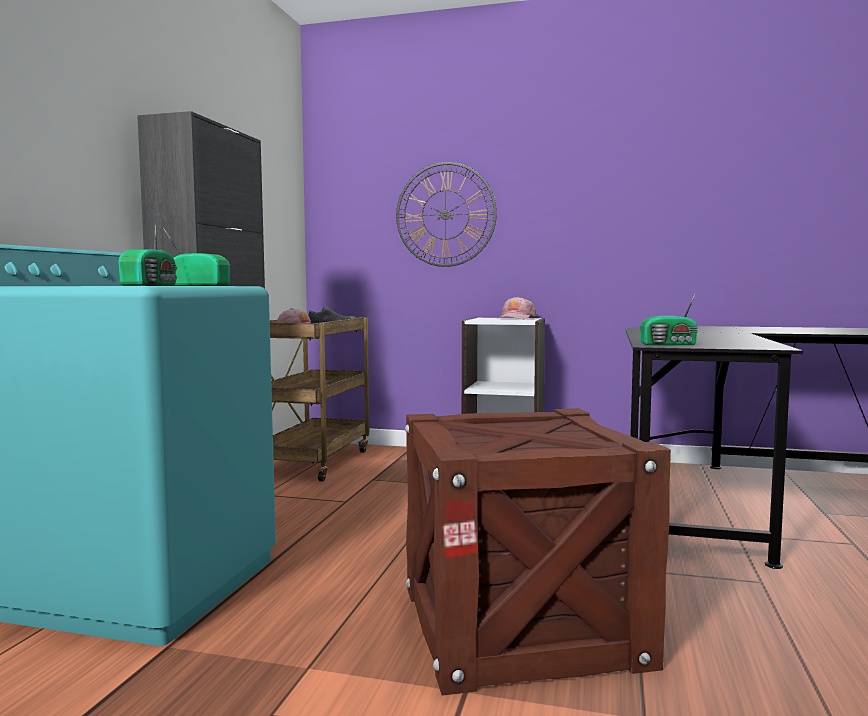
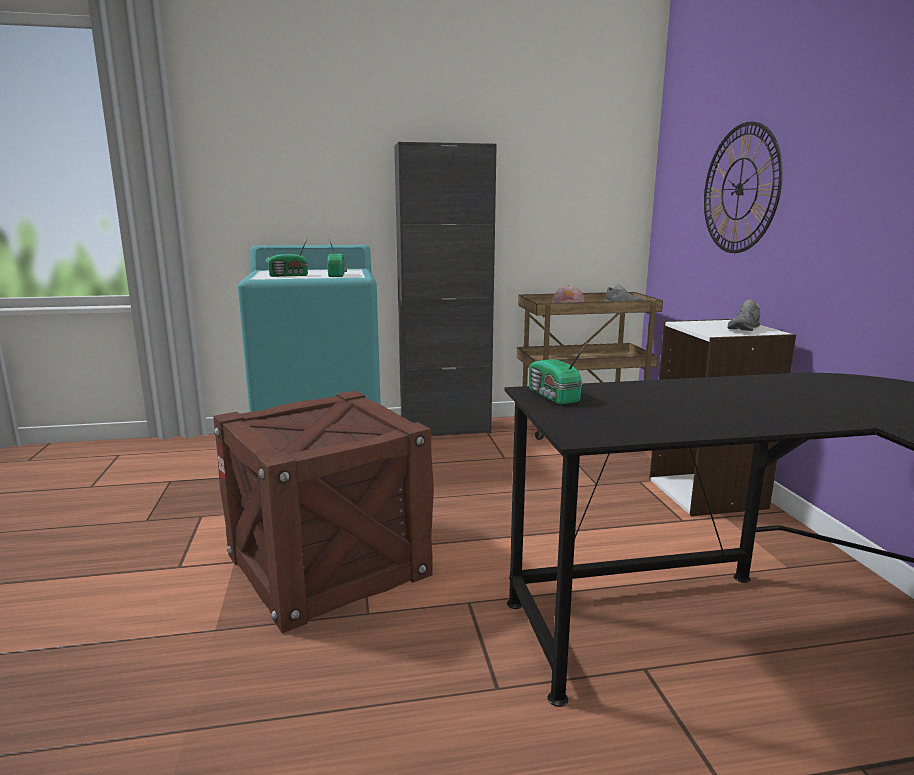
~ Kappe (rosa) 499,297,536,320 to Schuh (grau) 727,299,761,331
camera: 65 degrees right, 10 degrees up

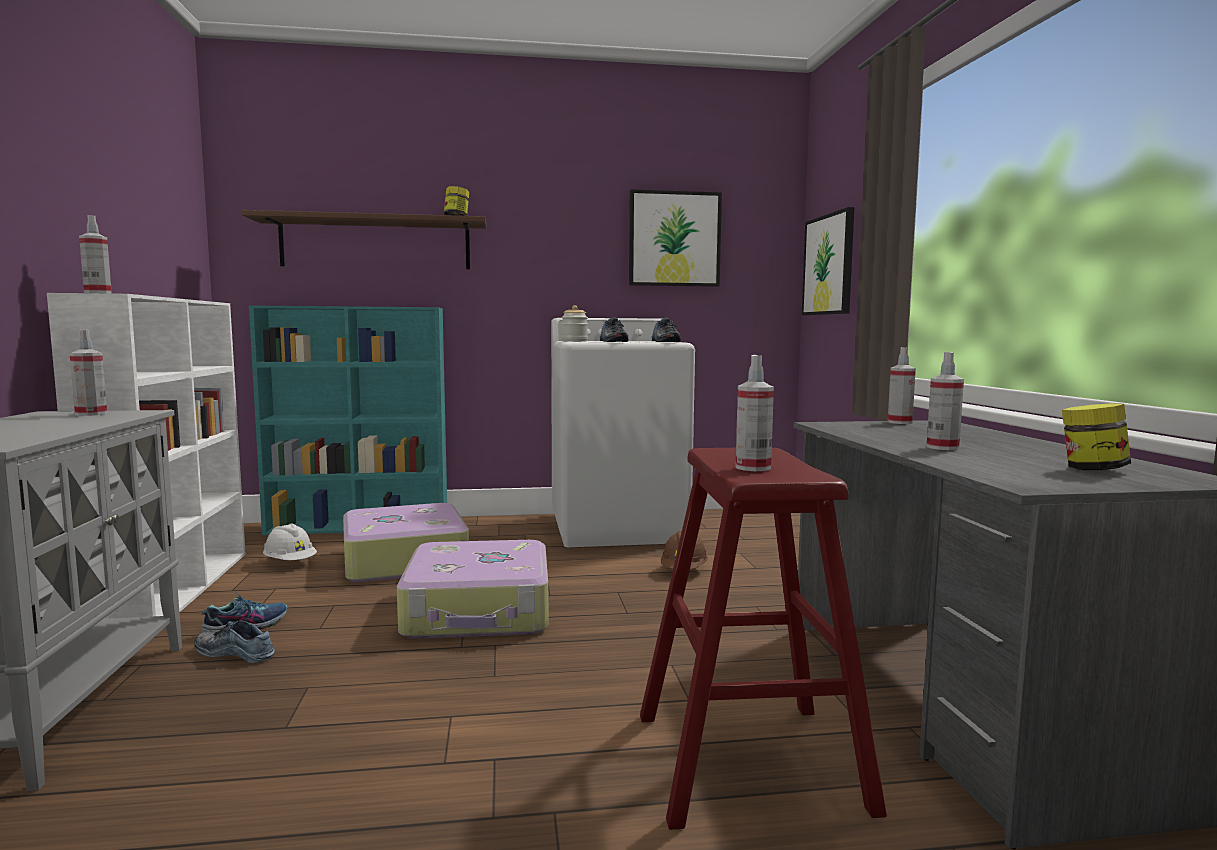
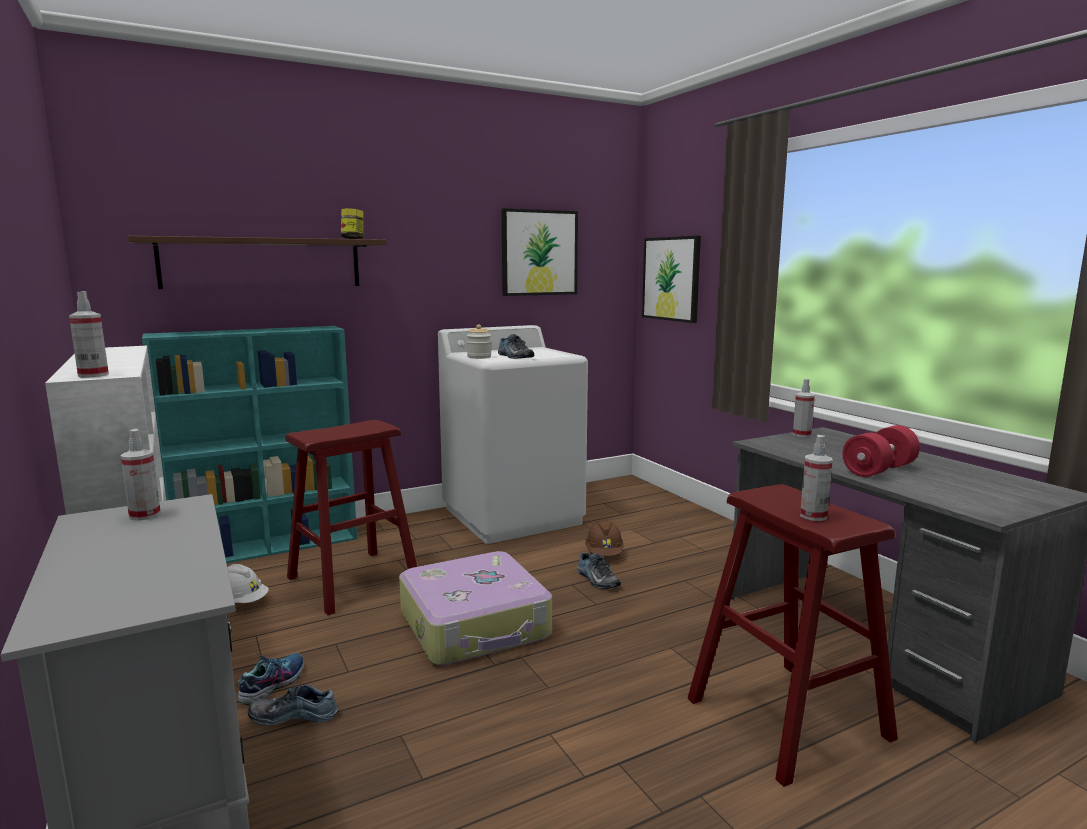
~ Koffer 343,503,469,582 to Hocker (rot) 285,420,417,615
~ Schuh 652,318,681,342 to 577,552,621,589
~ Sprühflasche 926,352,964,450 to Hantel (rot) 843,425,920,477
- Vorratsglas 1062,403,1131,470
camera: 20 degrees left, 5 degrees up

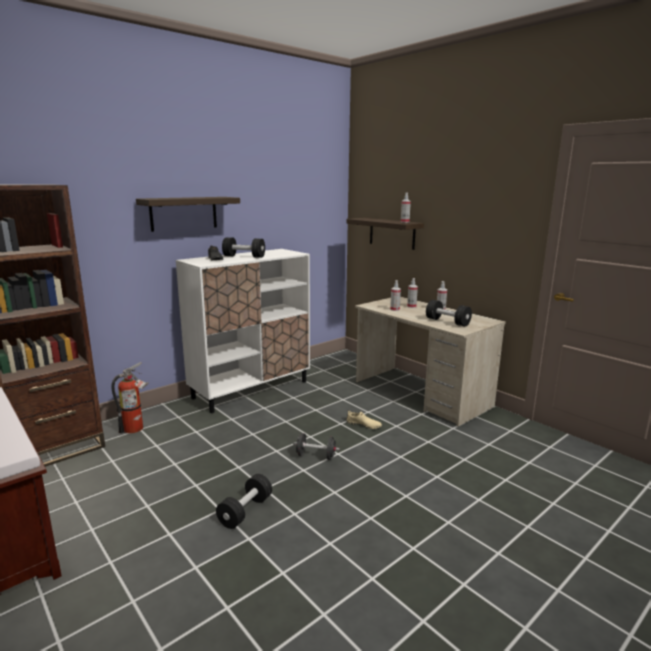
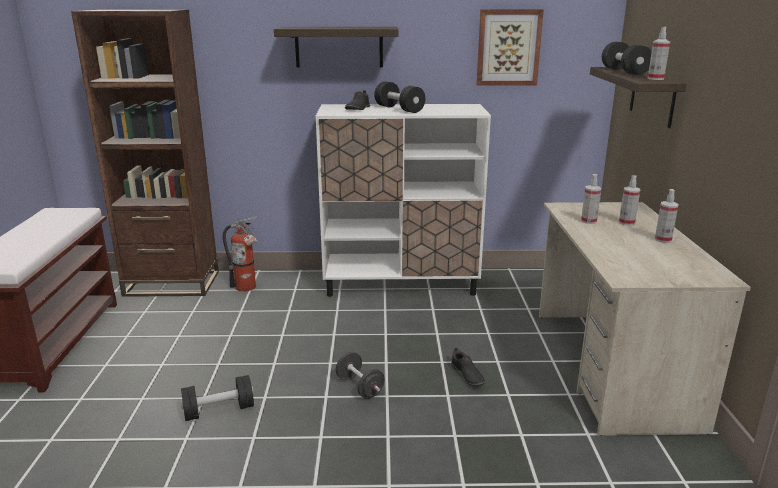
~ Schuh (beige) 346,410,382,429 to Schuh (schwarz) 451,348,485,387
~ Hantel (schwarz) 426,300,472,326 to 602,42,652,75
+ Bild 477,9,544,86
camera: 40 degrees right, 5 degrees up

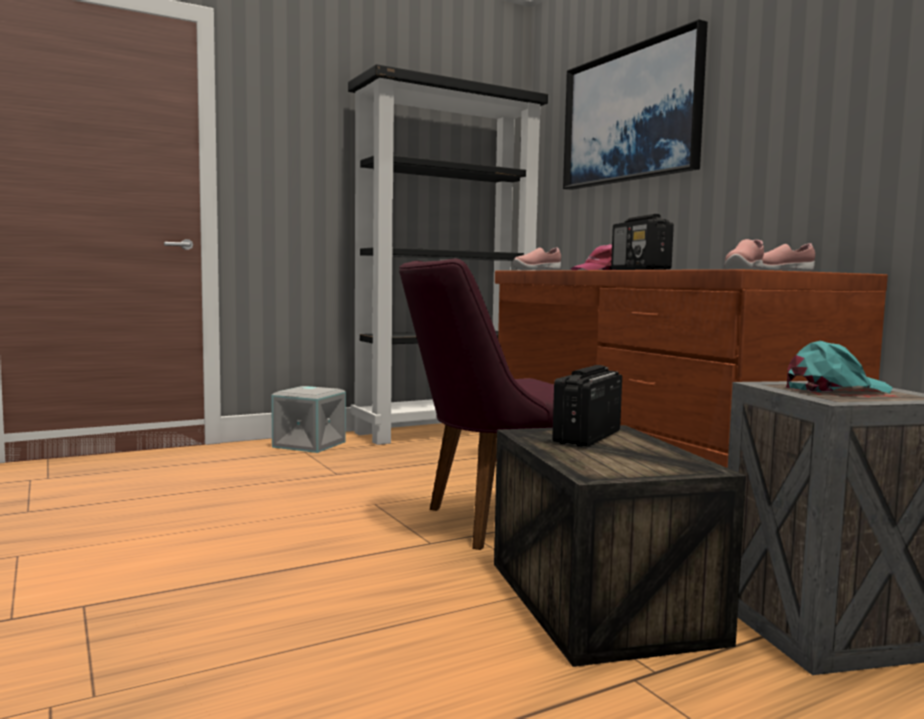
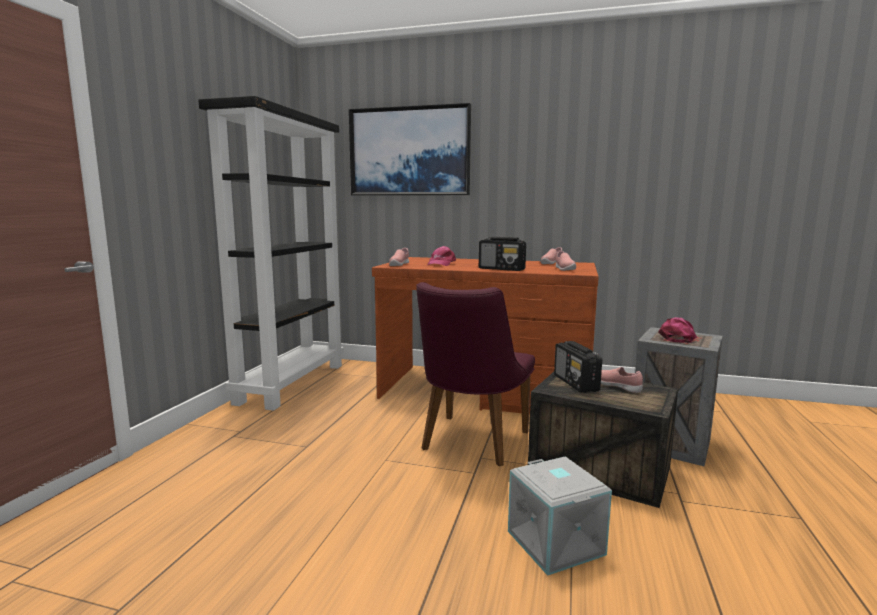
~ Aufbewahrungsbox (grau) 271,386,346,453 to 508,456,612,576
~ Kappe (türkis) 786,341,893,393 to Kappe (rosa) 658,317,697,343
+ Schuh (rosa) 601,367,643,393
camera: 45 degrees left, 5 degrees up

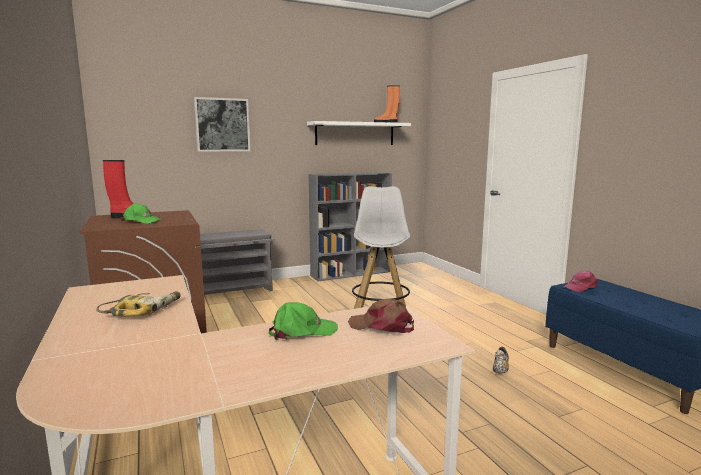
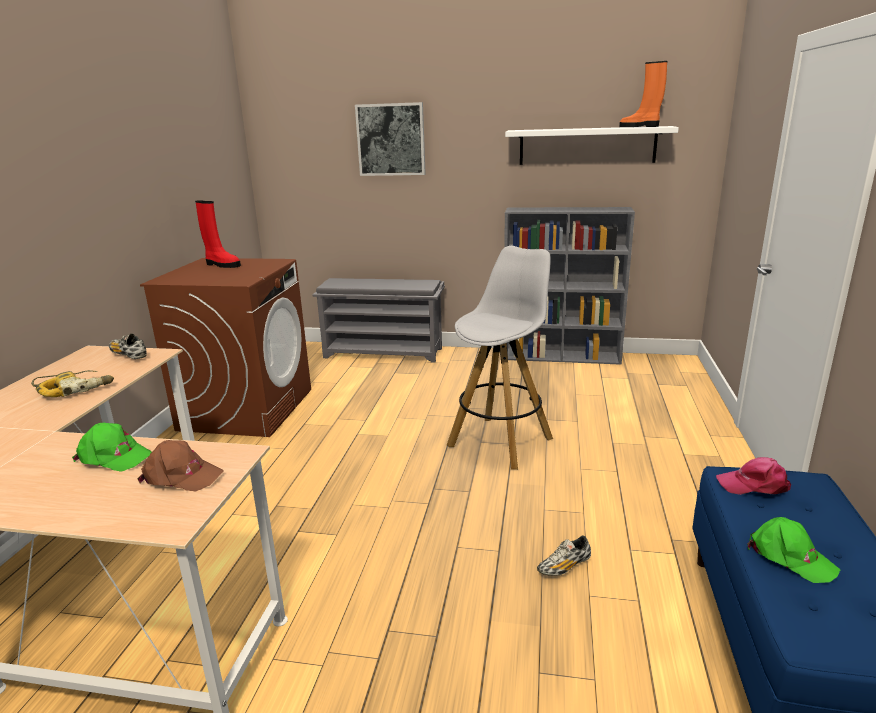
~ Kappe (grün) 121,203,162,224 to 747,517,841,583
~ Kappe (braun) 348,299,414,333 = 138,440,224,492 135 degrees clockwise
+ Schuh 109,333,147,359
camera: 35 degrees right, 10 degrees up

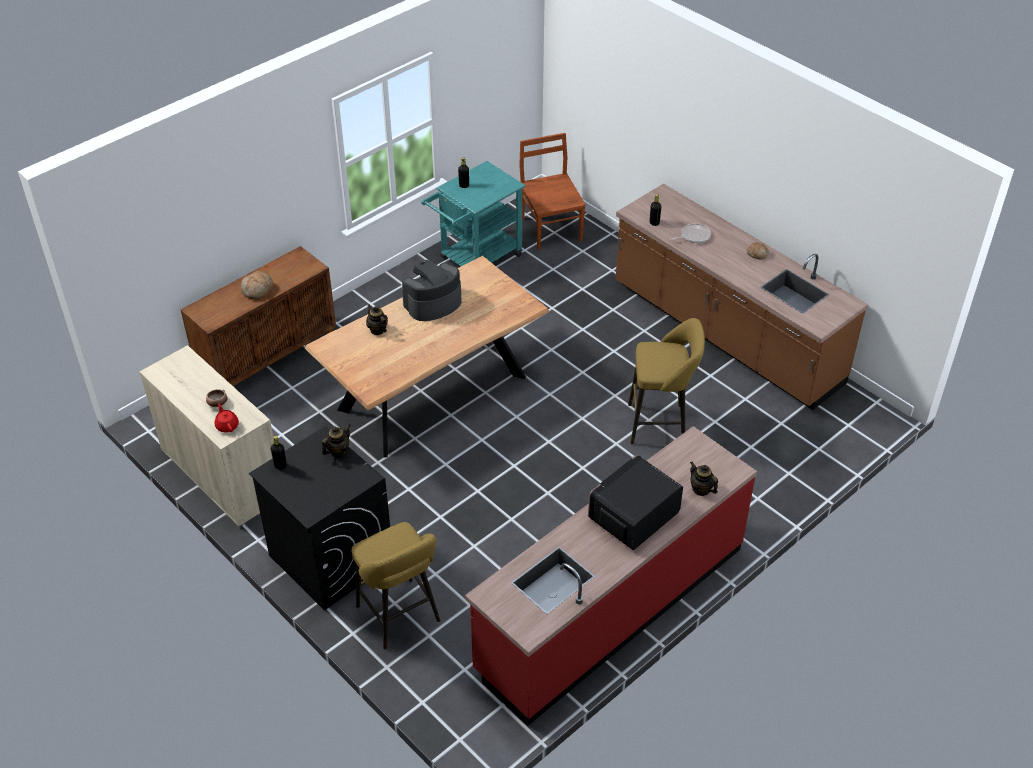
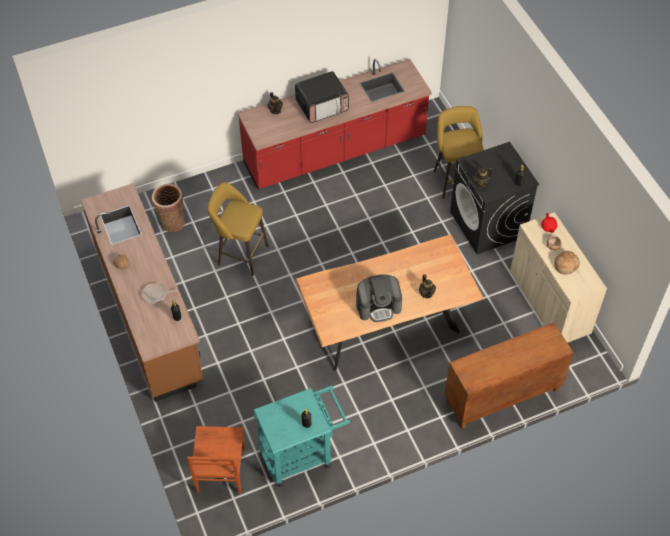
~ Brot 241,271,273,299 to 554,251,580,275
+ Korb 152,184,185,232
camera: 160 degrees left, 10 degrees up

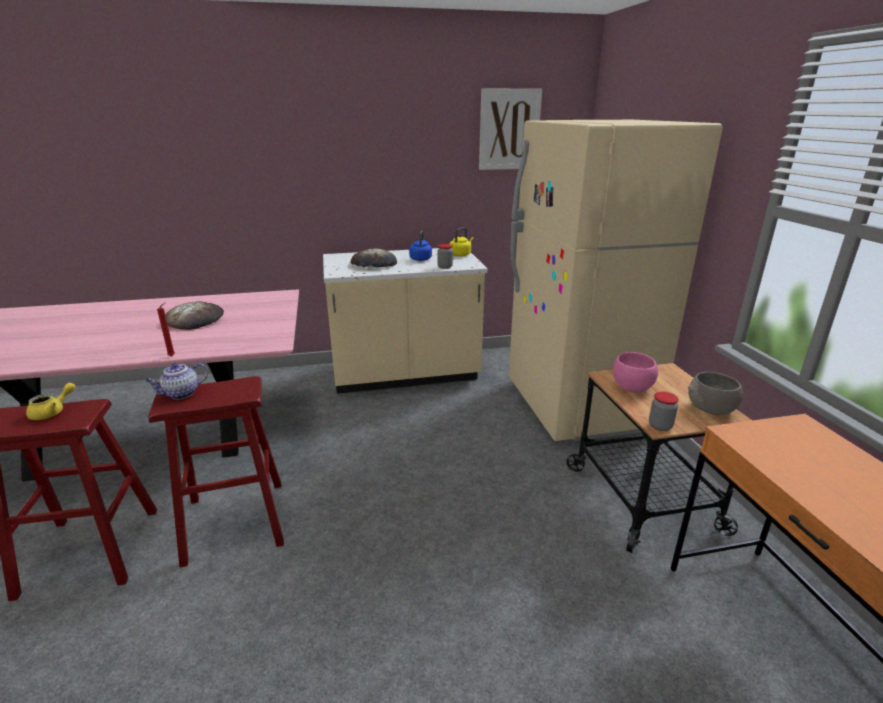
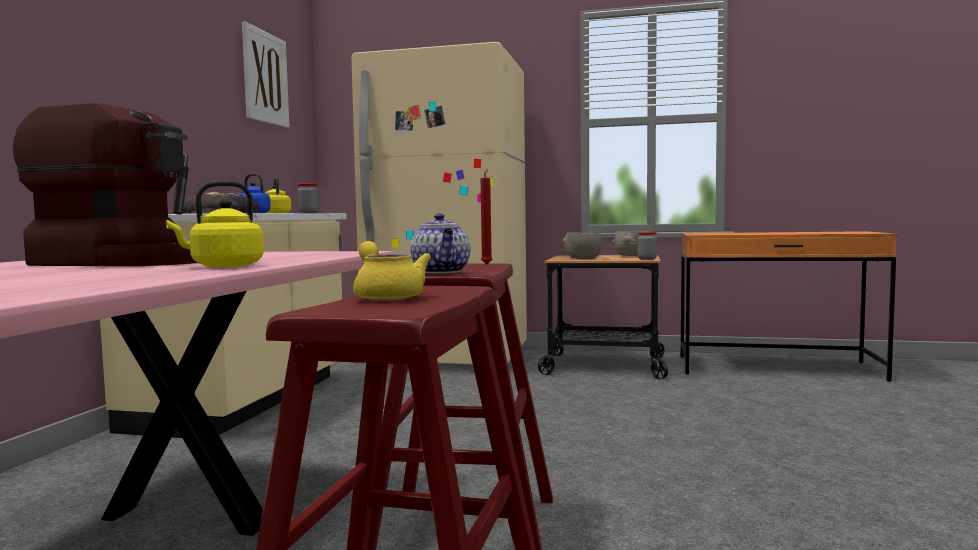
~ Kerze (rot) 157,303,175,356 to 481,169,492,264
~ Brot 165,301,224,330 to Kaffeemaschine 13,103,197,266
~ Schüssel (rosa) 613,352,658,393 to Schüssel (grau) 562,232,603,259
+ Wasserkessel (gelb) 166,181,264,268
camera: 65 degrees left, 20 degrees down

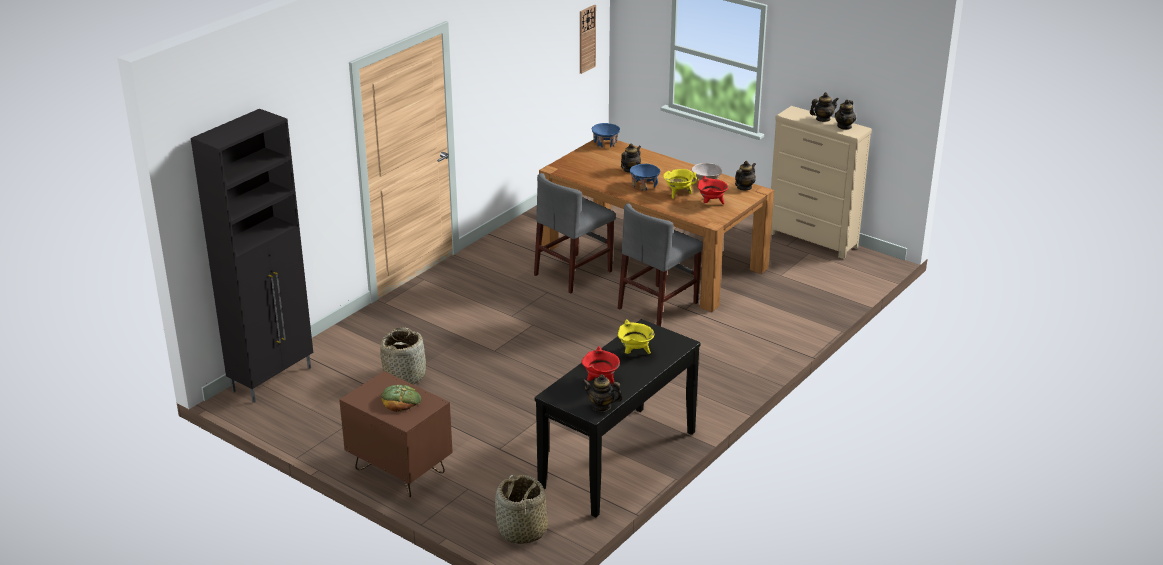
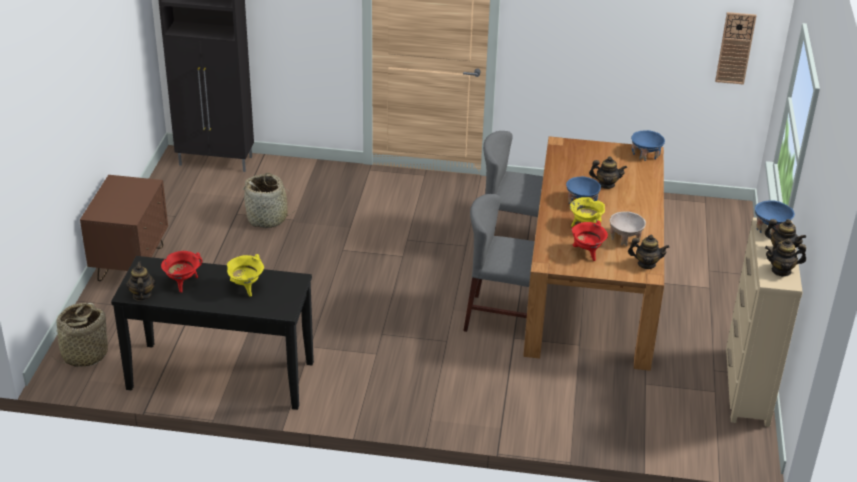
- Brot 381,385,421,412
+ Schüssel (blau) 755,200,795,235
camera: 60 degrees right, 5 degrees up

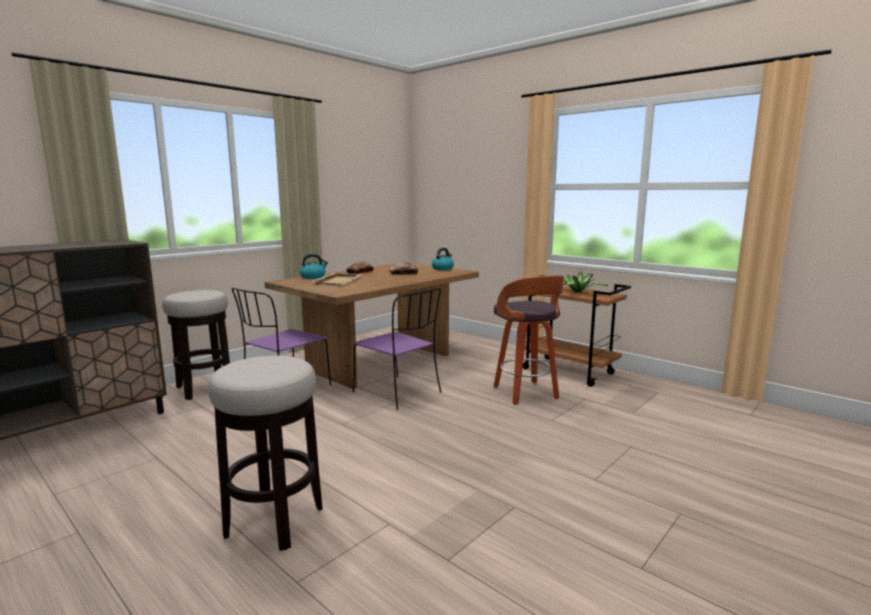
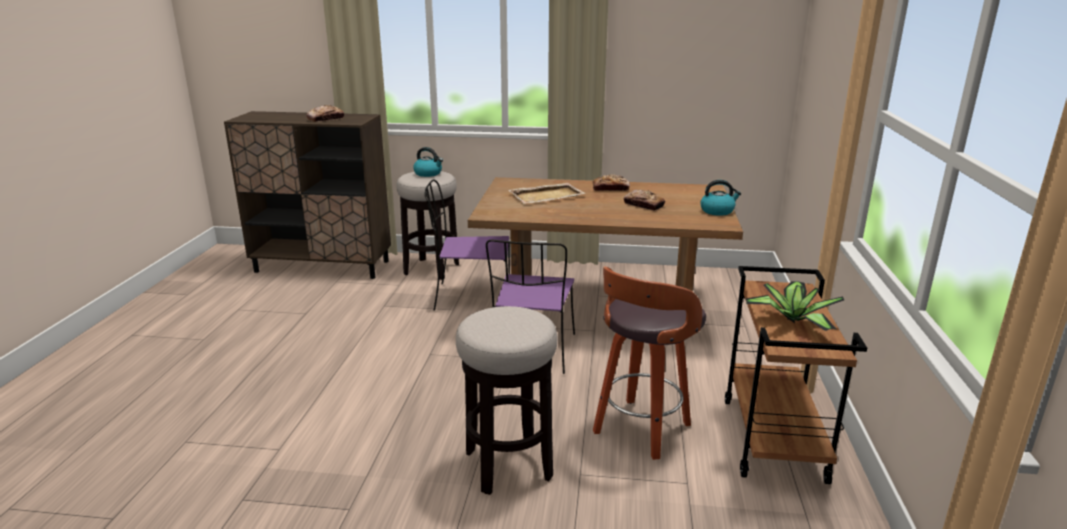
~ Hocker 208,356,323,551 to 456,306,558,495
~ Wasserkessel 300,254,328,279 to 413,147,443,177
+ Brot 306,105,344,122
camera: 55 degrees right, 10 degrees up

